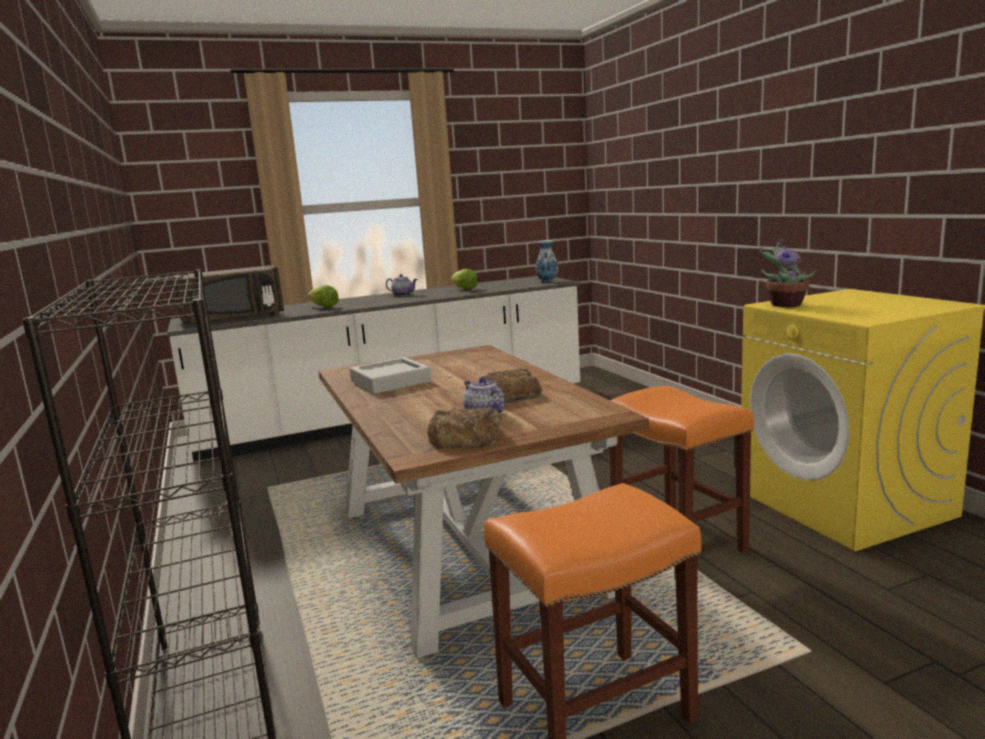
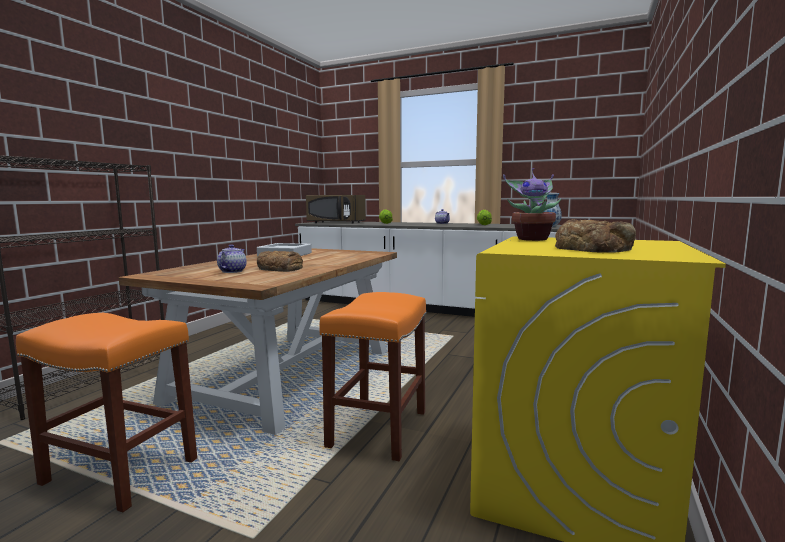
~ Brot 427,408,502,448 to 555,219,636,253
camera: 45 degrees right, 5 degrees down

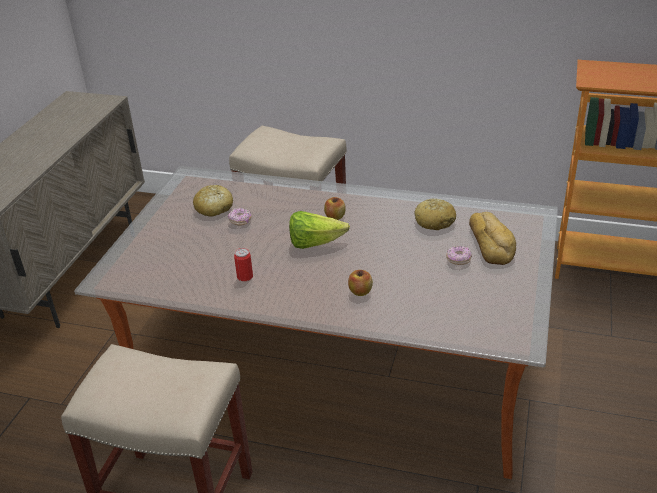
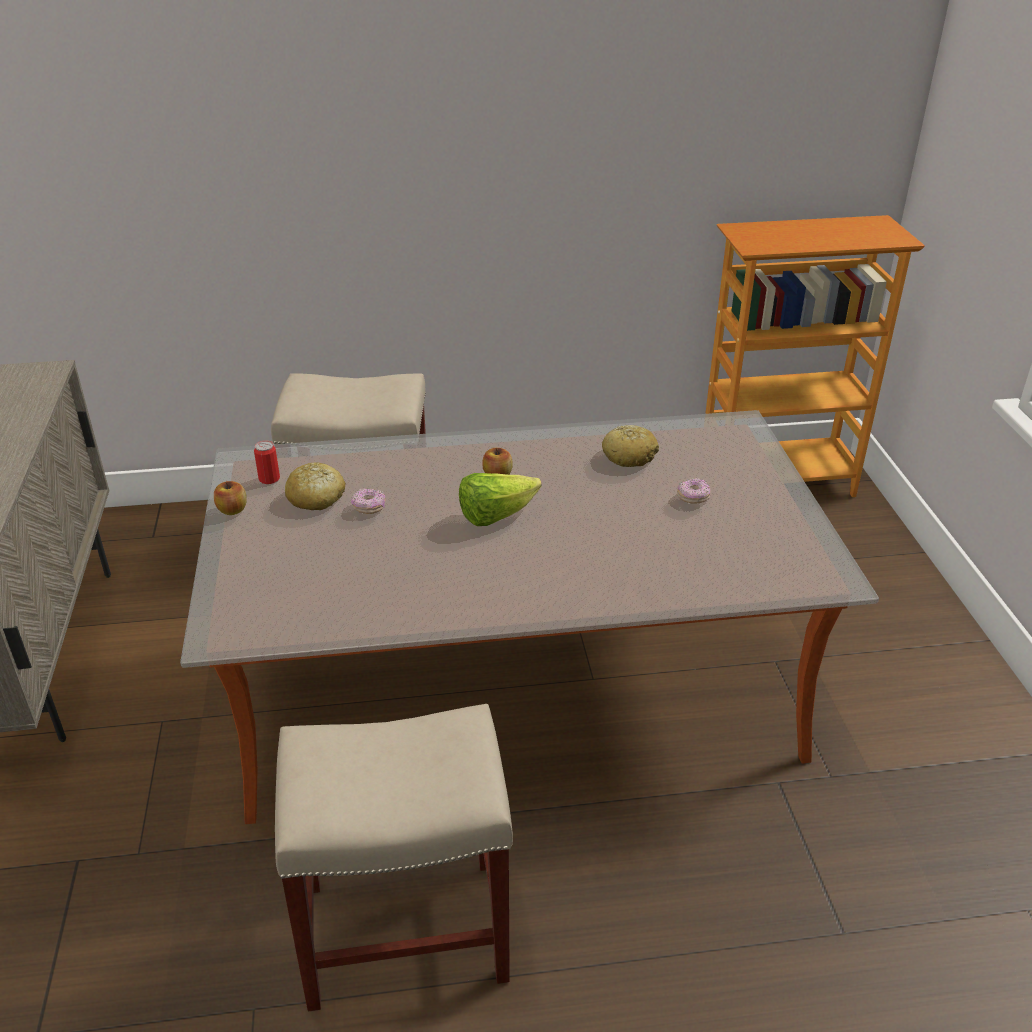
~ Dose 234,248,253,281 to 254,440,280,484
~ Apfel 348,270,373,296 to 214,481,247,515
- Brot 469,212,516,265
camera: 25 degrees left, 0 degrees up

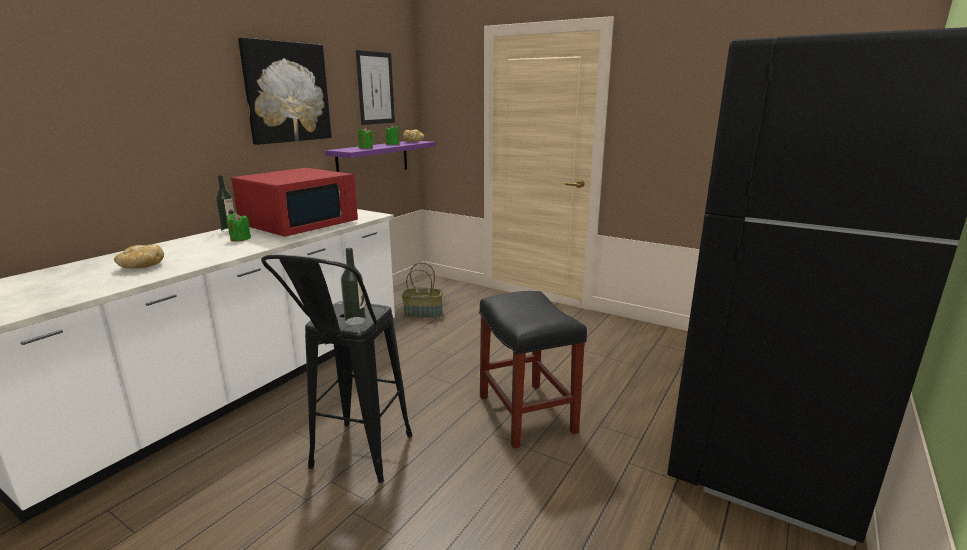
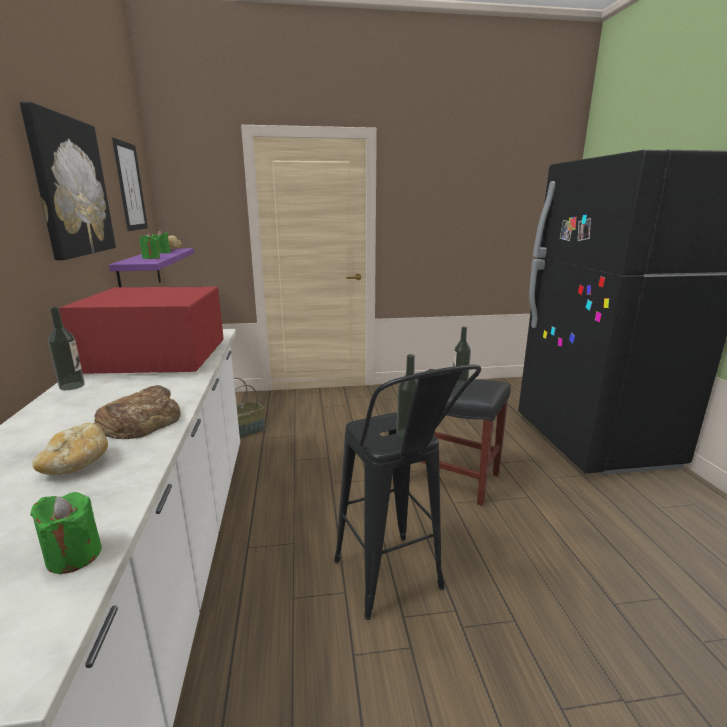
~ Kerze (grün) 227,213,251,242 to 30,492,102,574
~ Mikrowelle (rot) 231,168,358,237 = 59,286,224,374 90 degrees counterclockwise
+ Brot 94,385,181,439
+ Flasche 453,327,471,386
camera: 40 degrees left, 0 degrees up

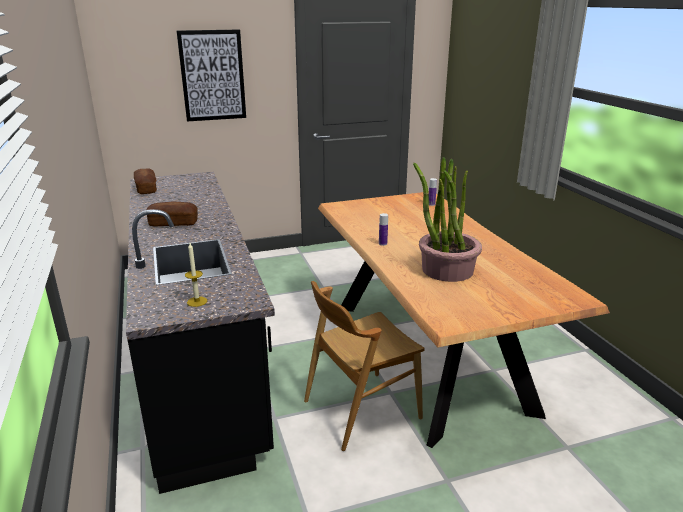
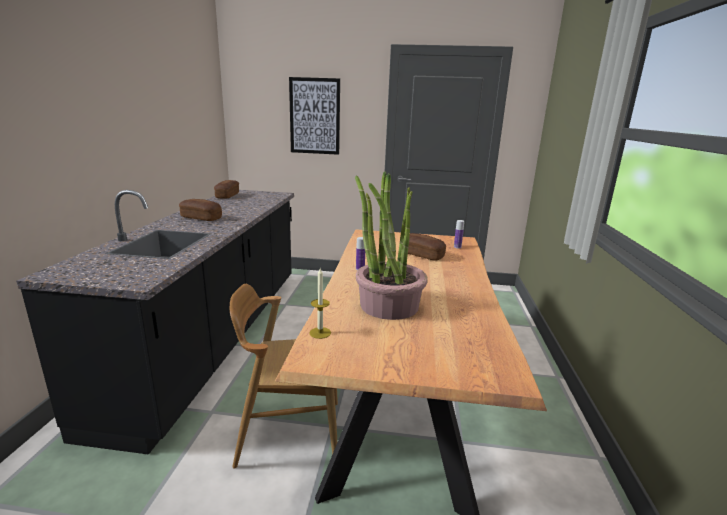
~ Kerze 185,243,207,307 to 309,268,331,339
+ Brot 408,233,446,261
camera: 25 degrees right, 5 degrees down

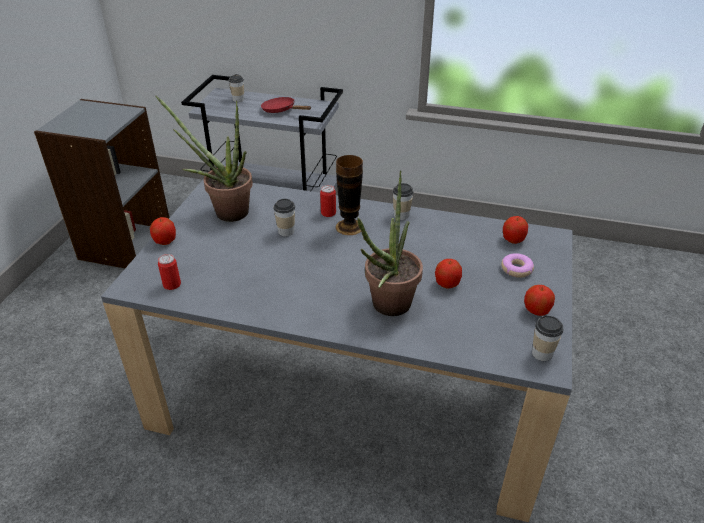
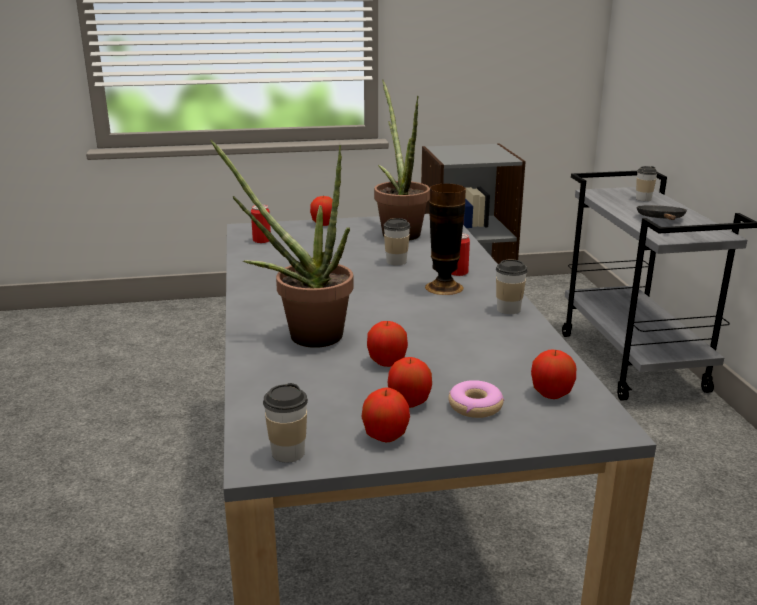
~ Pfanne (rot) 261,97,311,113 to Pfanne (schwarz) 636,205,687,220
+ Apfel 388,357,432,408
camera: 65 degrees right, 15 degrees down

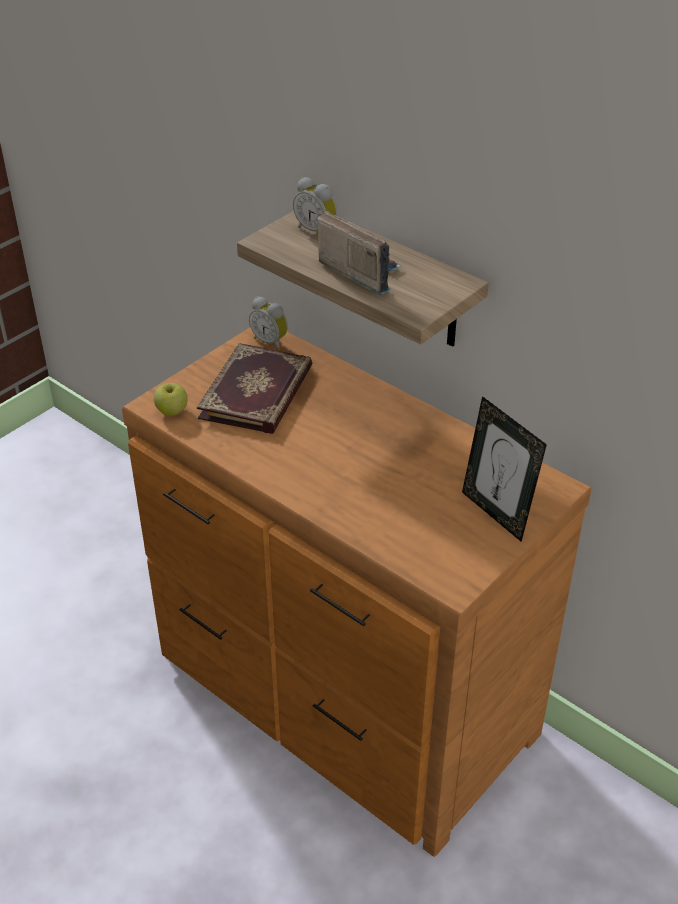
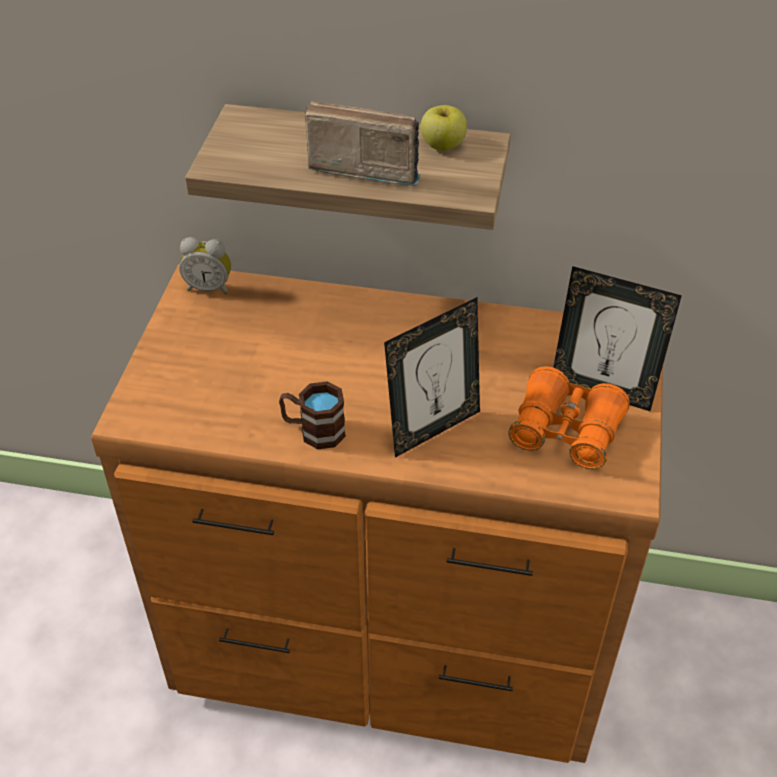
~ Apfel 154,383,187,415 to 420,105,467,151
- Buch 197,343,312,434
- Wecker 293,177,337,231
+ Henkelbecher (braun) 279,381,346,449
+ Bilderrahmen 384,297,480,458
+ Fernglas (orange) 509,366,630,469
camera: 30 degrees left, 5 degrees up

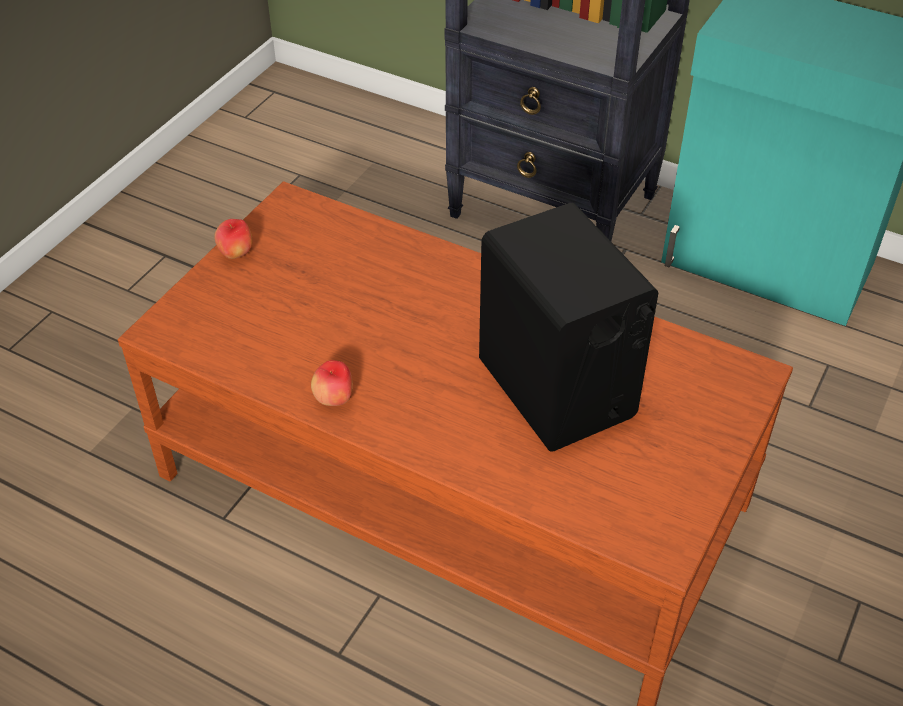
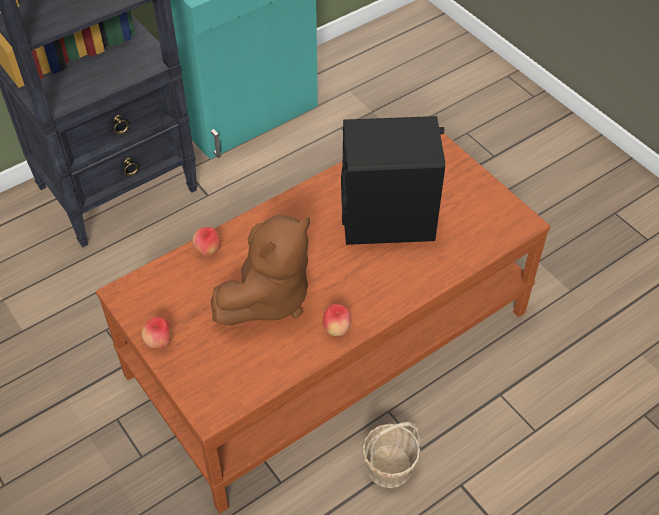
+ Apfel 192,227,221,256
+ Plüschtier (braun) 211,214,310,325
+ Korb 362,422,421,488
camera: 65 degrees left, 5 degrees up

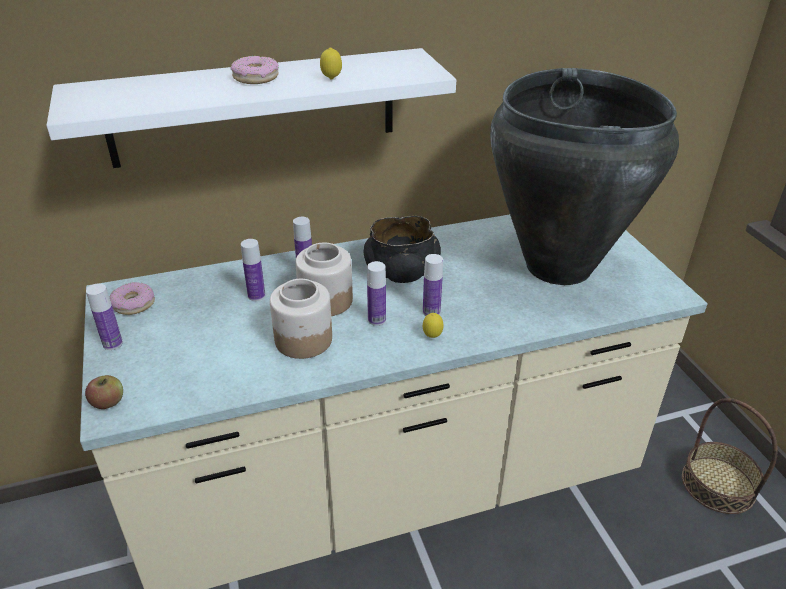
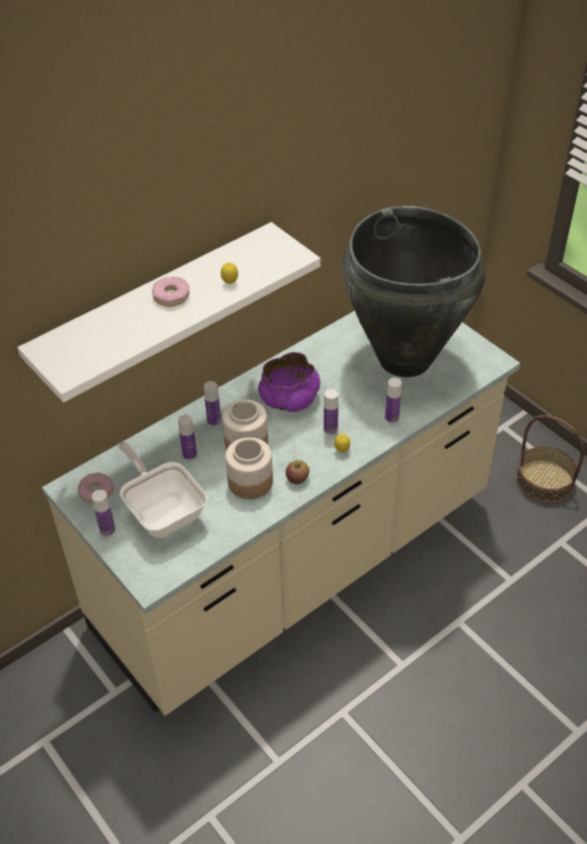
~ Apfel 85,375,123,409 to 286,460,309,484
~ Schüssel (schwarz) 364,216,441,283 to Schüssel (lila) 258,352,320,412
~ Flasche 367,261,386,326 to 385,377,402,423
+ Pfanne 118,441,207,538
camera: 20 degrees left, 10 degrees up

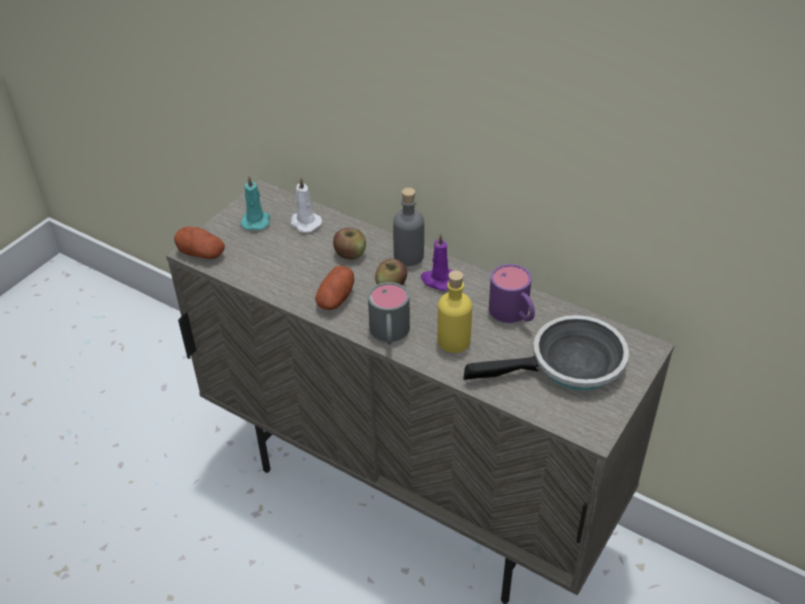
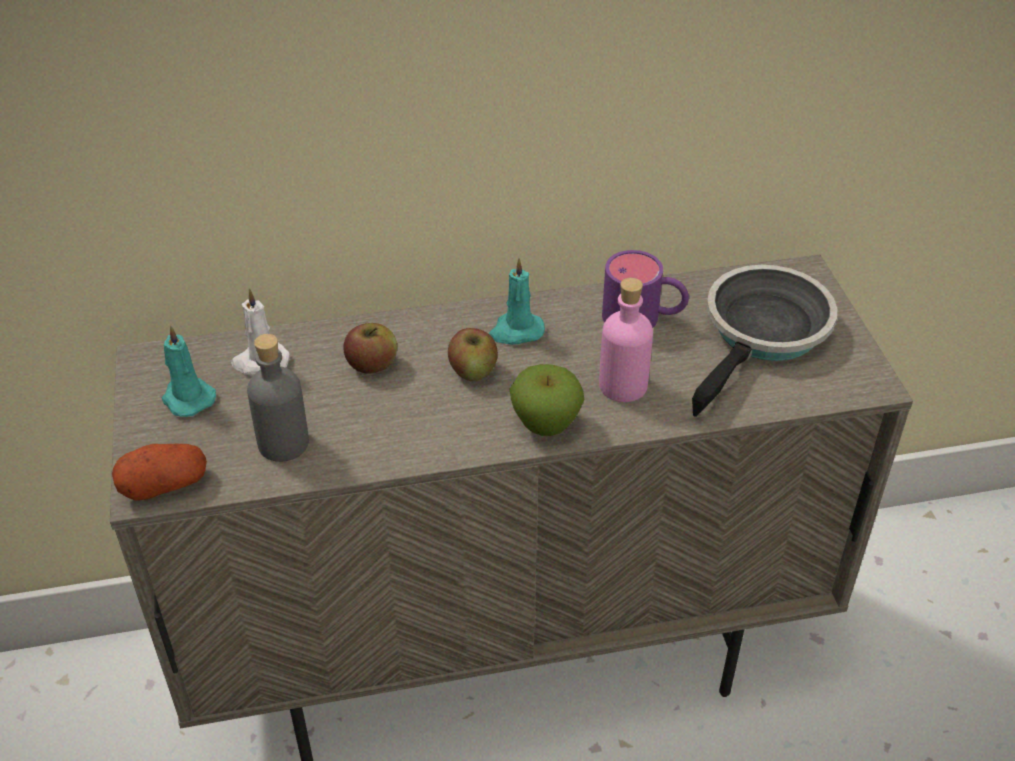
- Kartoffel 315,265,354,310
~ Henkelbecher (grau) 368,282,410,345 to Apfel 510,364,585,436
~ Flasche (grau) 393,188,424,266 to 247,334,309,462
~ Kerze (lila) 421,233,453,291 to Kerze (türkis) 489,258,545,345
~ Flasche (gelb) 437,270,472,353 to Flasche (rosa) 599,278,653,402
camera: 45 degrees left, 0 degrees up

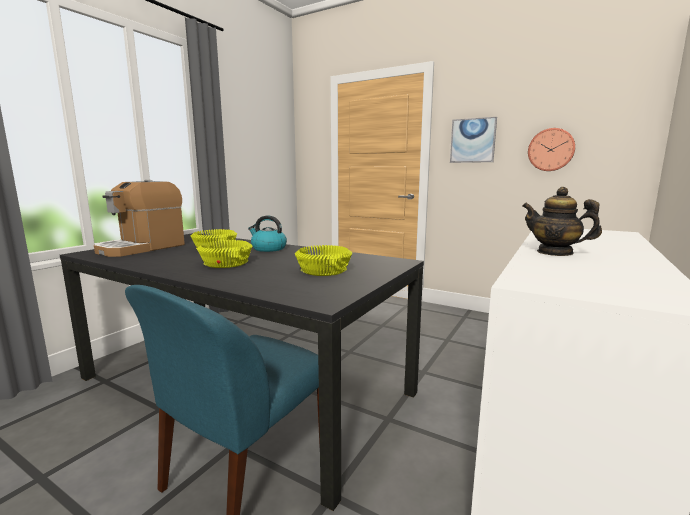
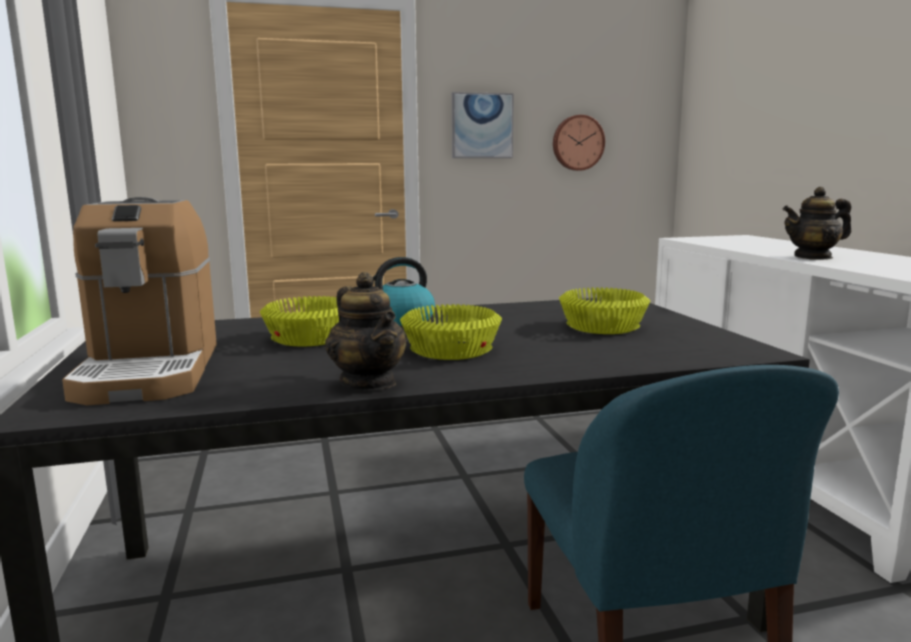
+ Teekanne 325,272,407,390
camera: 45 degrees left, 0 degrees up

